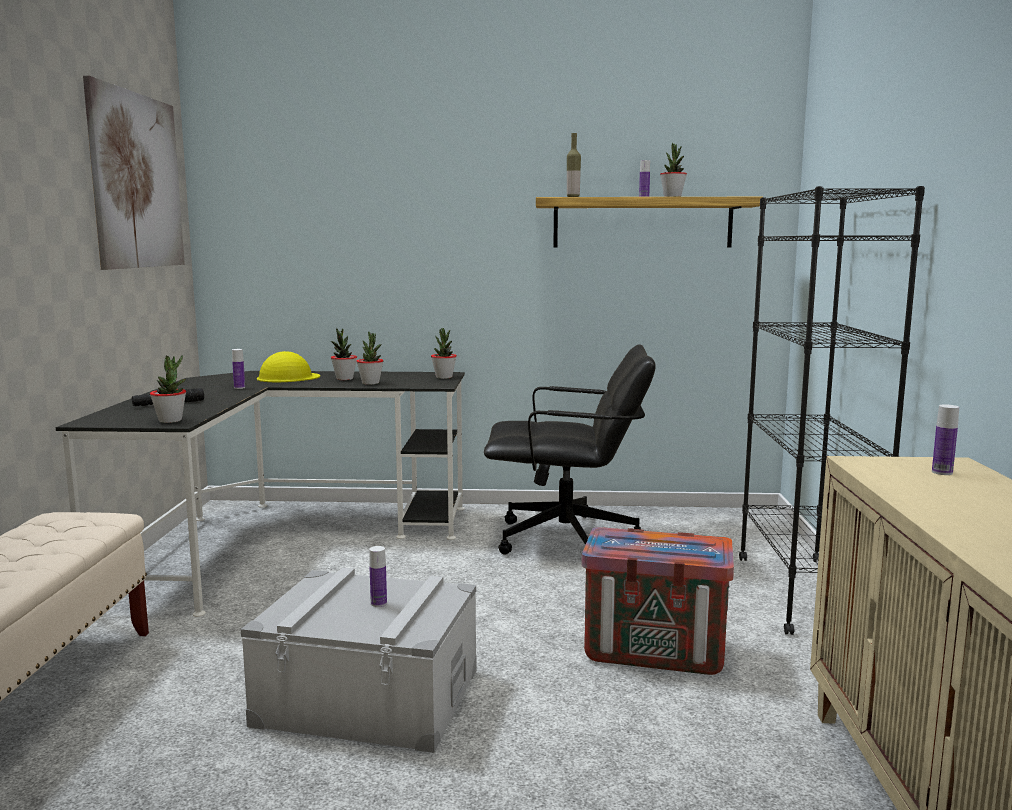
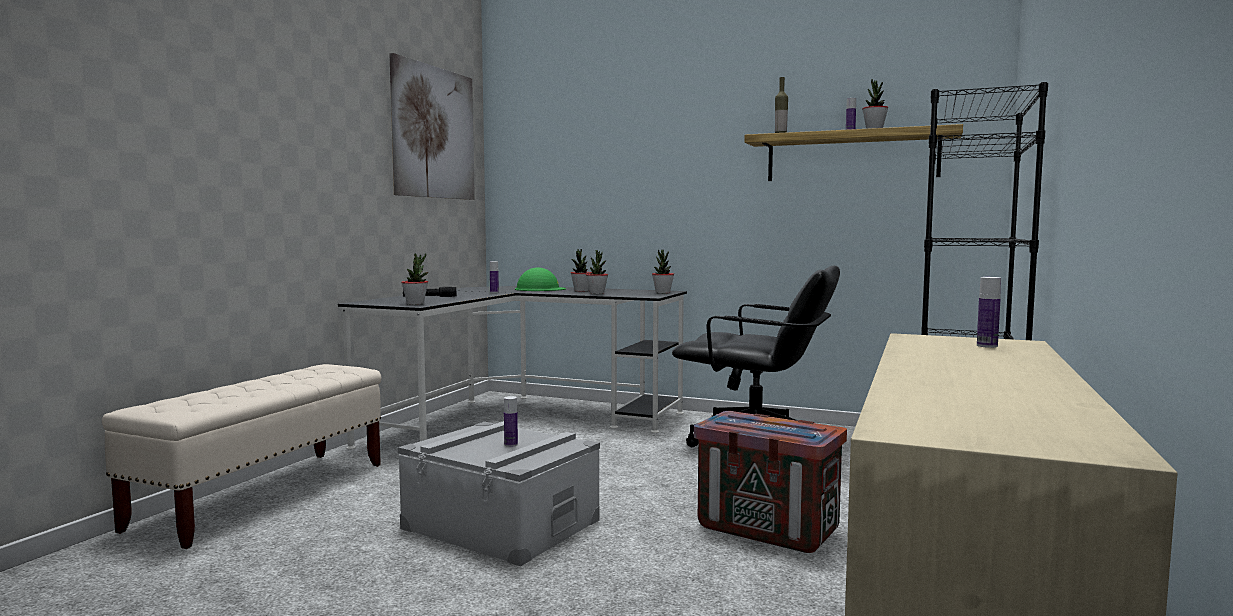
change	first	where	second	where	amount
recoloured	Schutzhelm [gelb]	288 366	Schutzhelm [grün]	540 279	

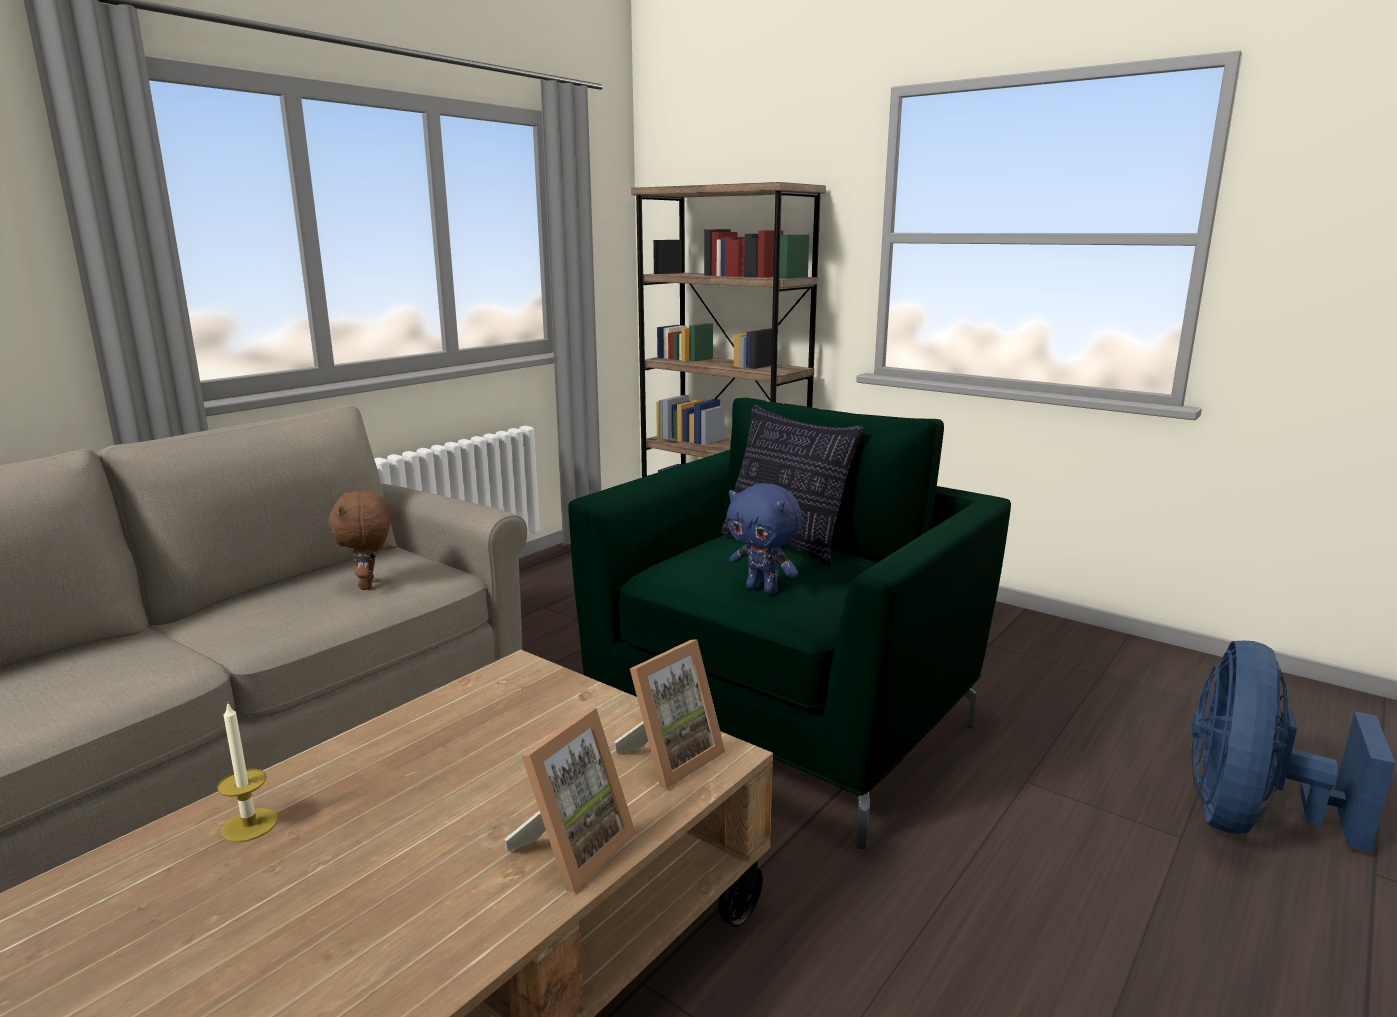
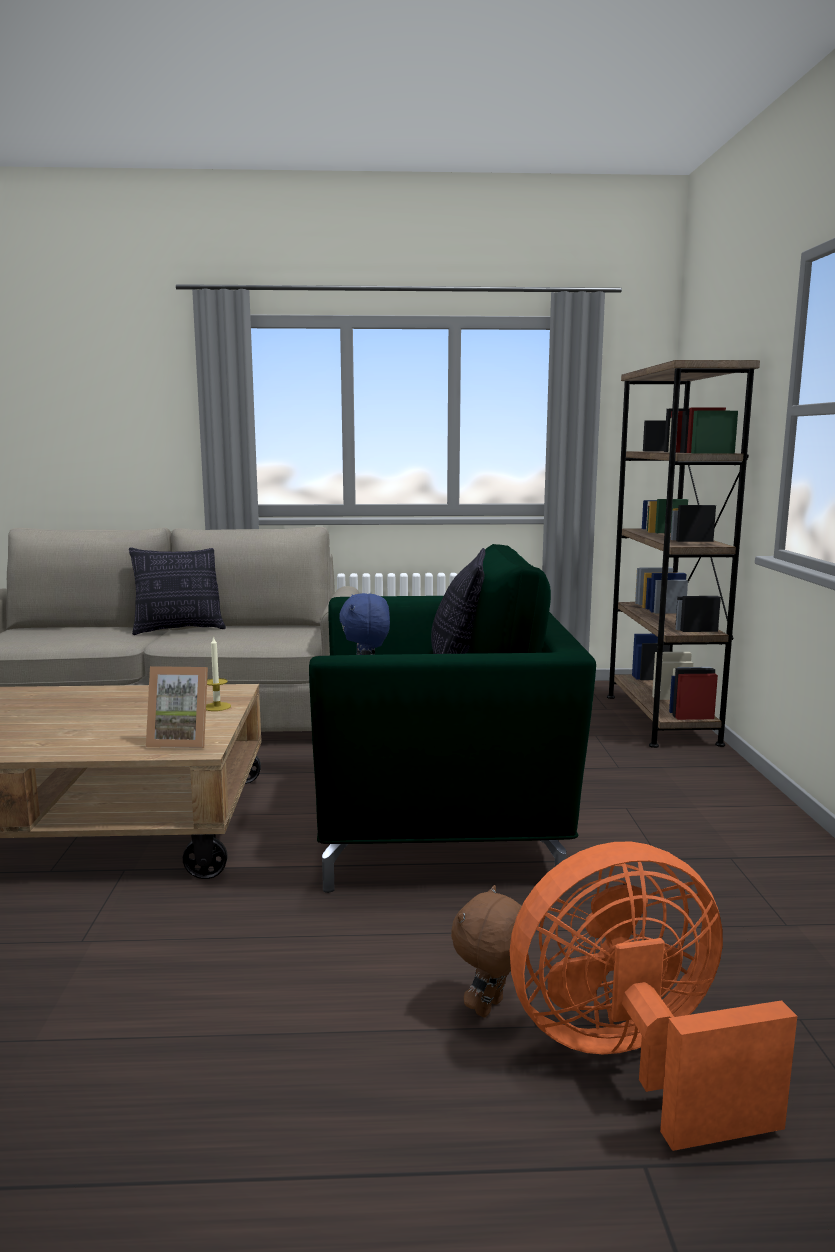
change	first	where	second	where	amount
moved	Plüschtier [braun]	359 540		491 951	
recoloured	Ventilator [blau]	1293 747	Ventilator [orange]	653 996	
moved	Kerze	247 772		218 673	
removed	Bilderrahmen	570 800			
added			Kissen	177 591	

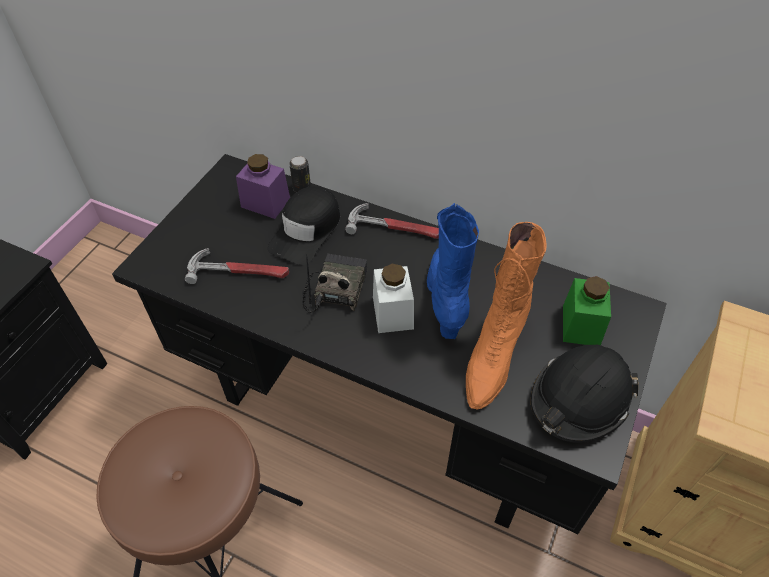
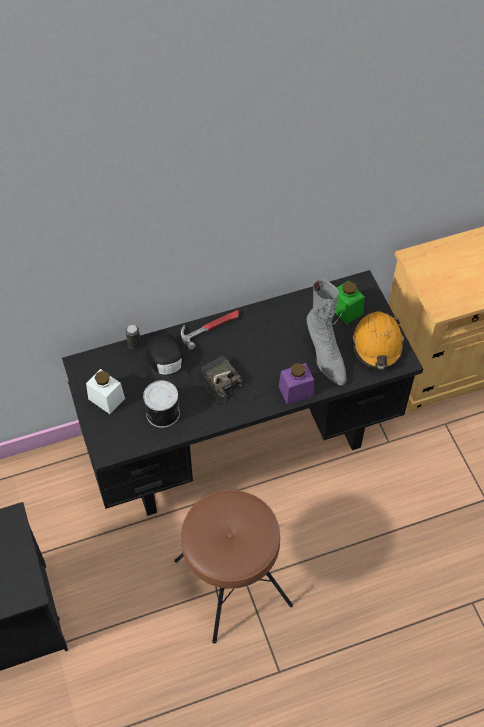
change	first	where	second	where	amount
moved	Vorratsglas [lila]	263 186		296 384	
removed	Stiefel [blau]	453 271			
recoloured	Stiefel [orange]	506 316	Stiefel [grau]	326 332	
replaced	Hammer	237 266	Dose	161 404	
moved	Vorratsglas [weiß]	393 298		105 391	
recoloured	Schutzhelm [schwarz]	584 393	Schutzhelm [orange]	378 340	

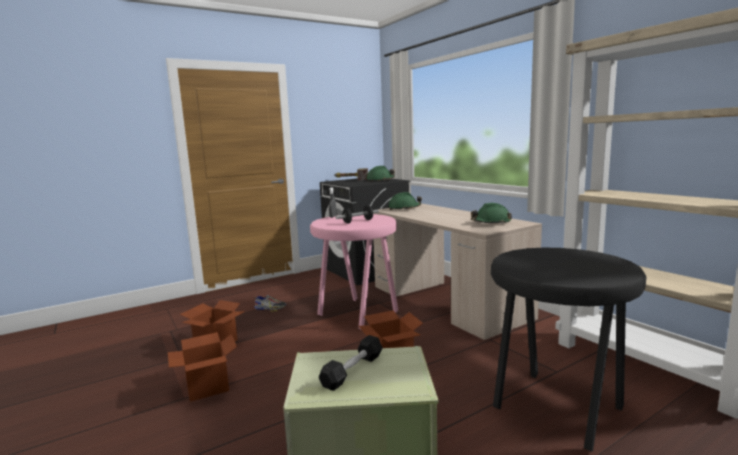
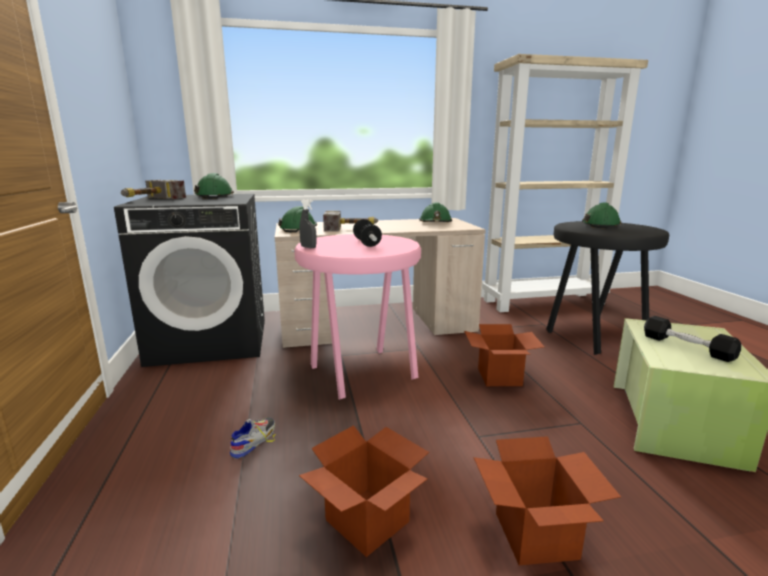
change	first	where	second	where	amount
added			Schutzhelm [grün]	602 215	
added			Hammer	350 221	

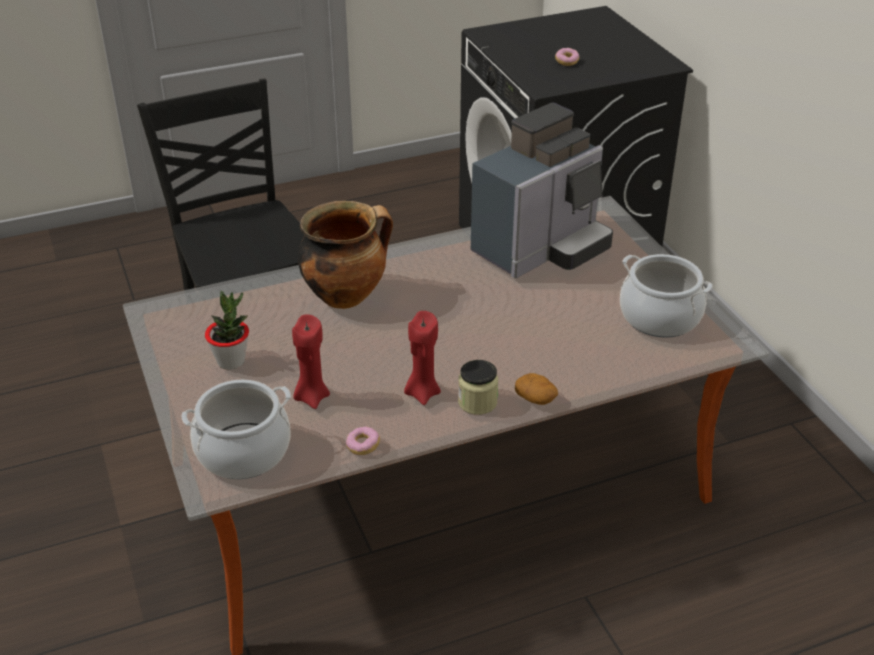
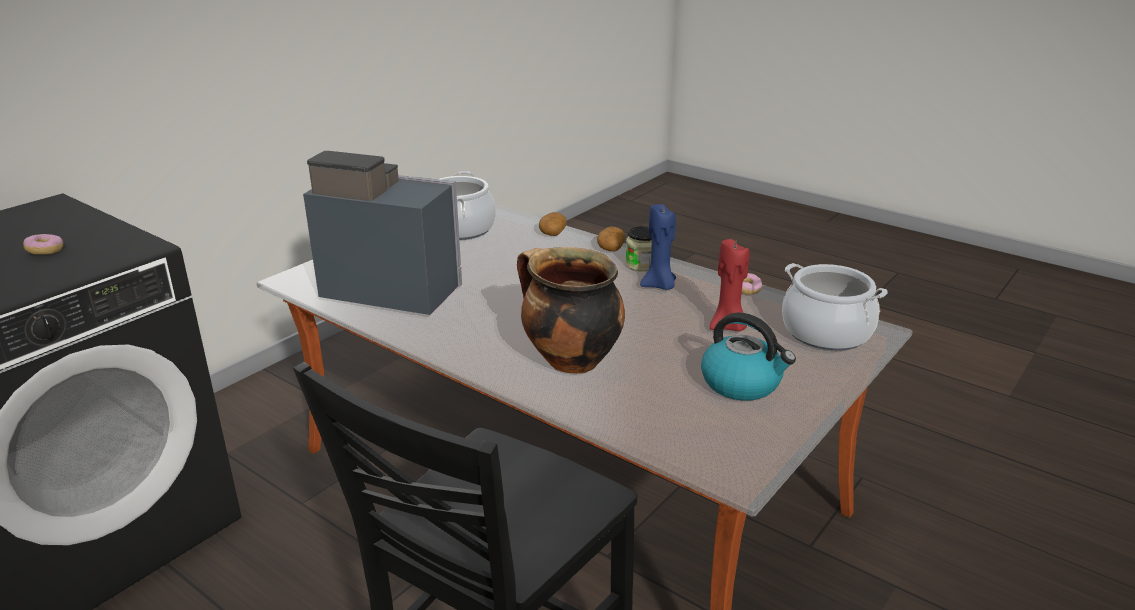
change	first	where	second	where	amount
replaced	Topfpflanze	227 330	Wasserkessel	748 356	
recoloured	Kerze [rot]	422 358	Kerze [blau]	658 247	
added			Kartoffel	552 224	

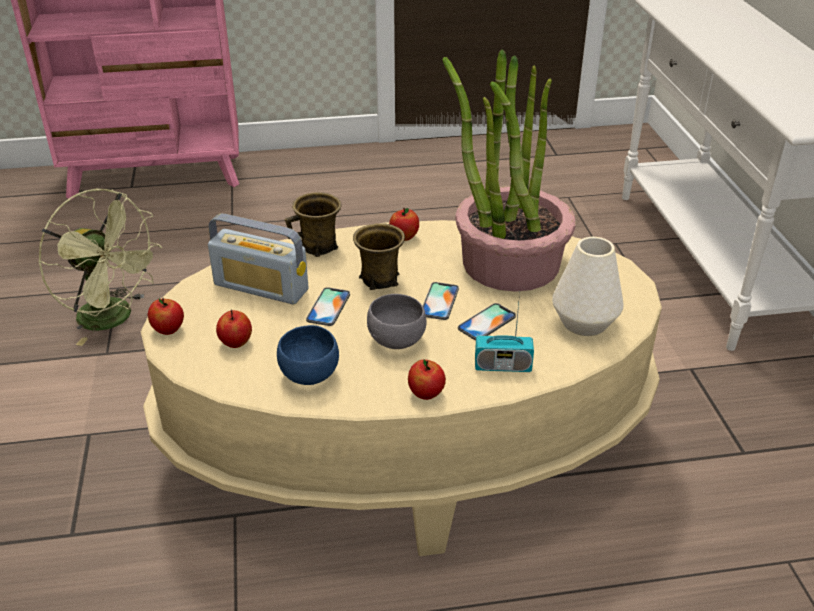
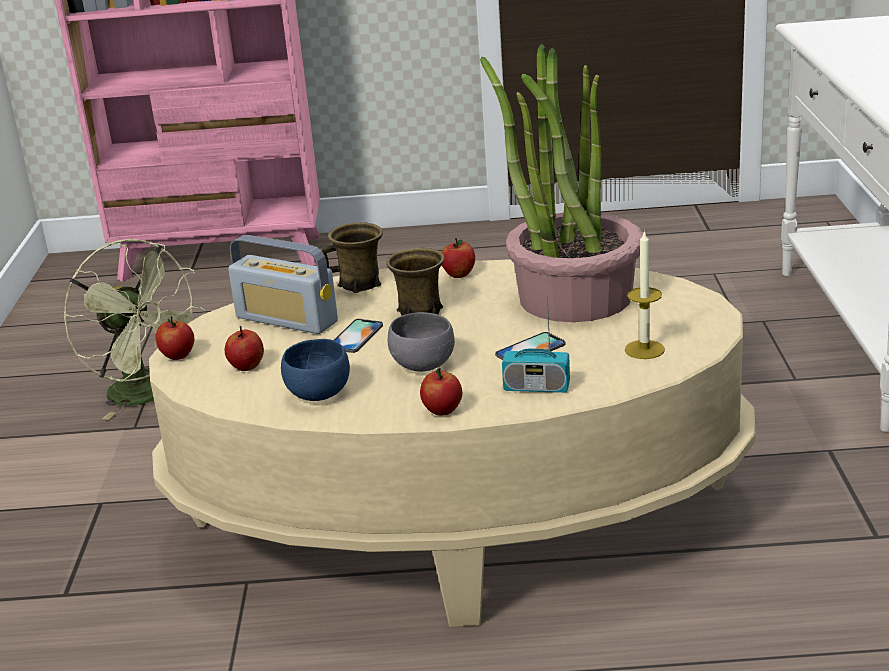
change	first	where	second	where	amount
replaced	Vase [weiß]	588 286	Kerze	645 294	
removed	Handy	441 301			

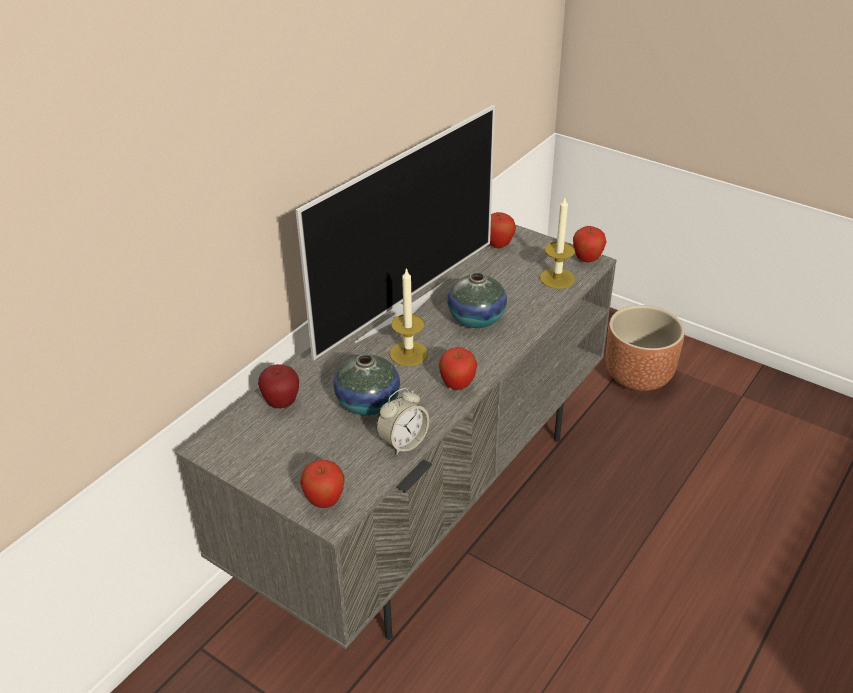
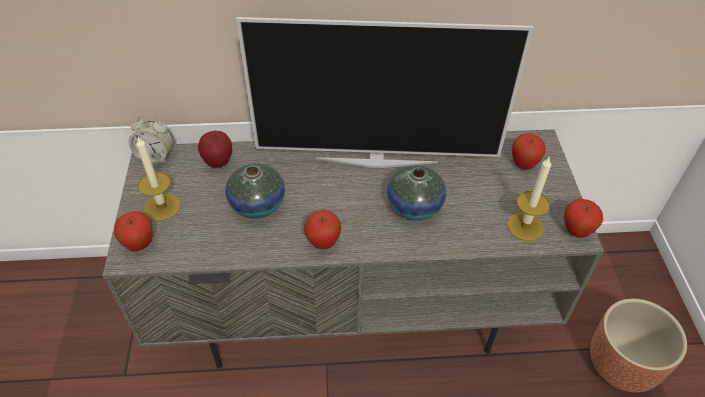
change	first	where	second	where	amount
moved	Kerze	409 317		158 179	
moved	Wecker	402 422		151 139	

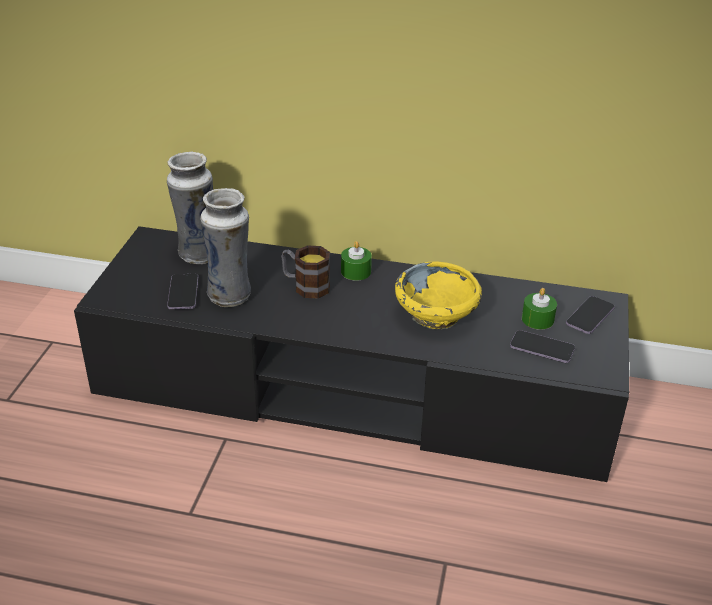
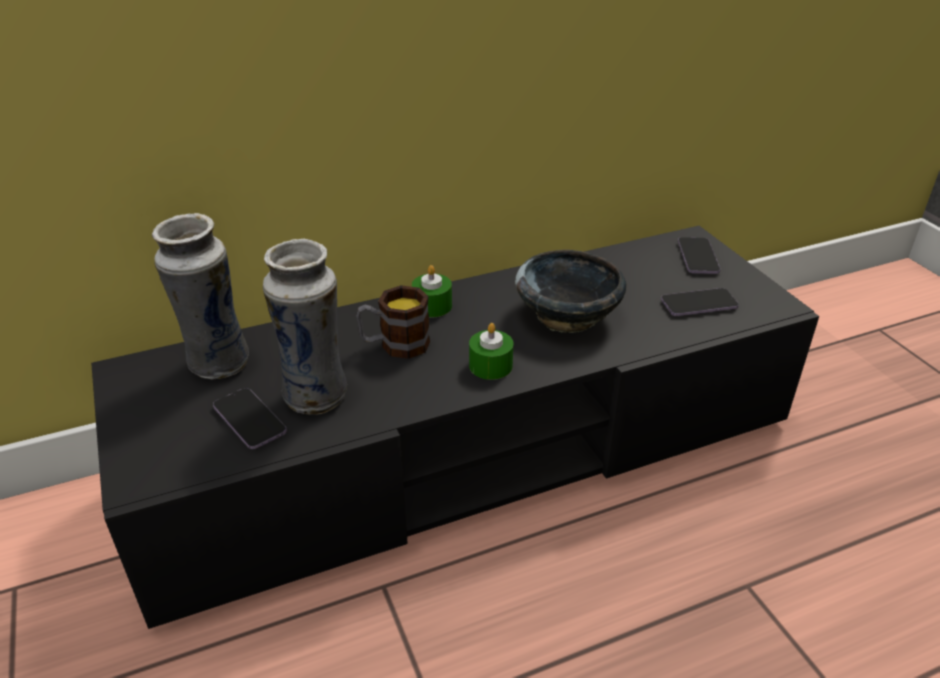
change	first	where	second	where	amount
recoloured	Schüssel [gelb]	438 295	Schüssel [schwarz]	570 291	
moved	Kerze [grün]	539 309		491 351	

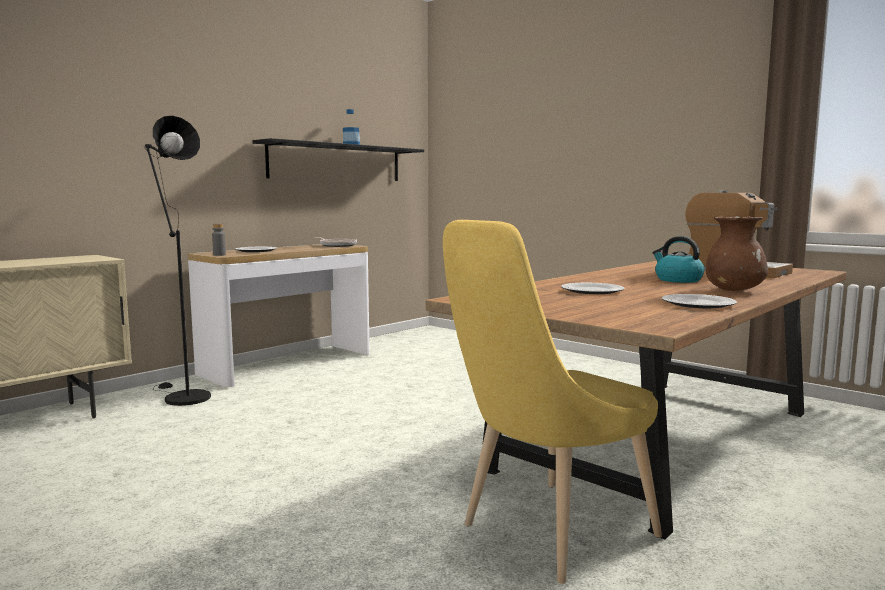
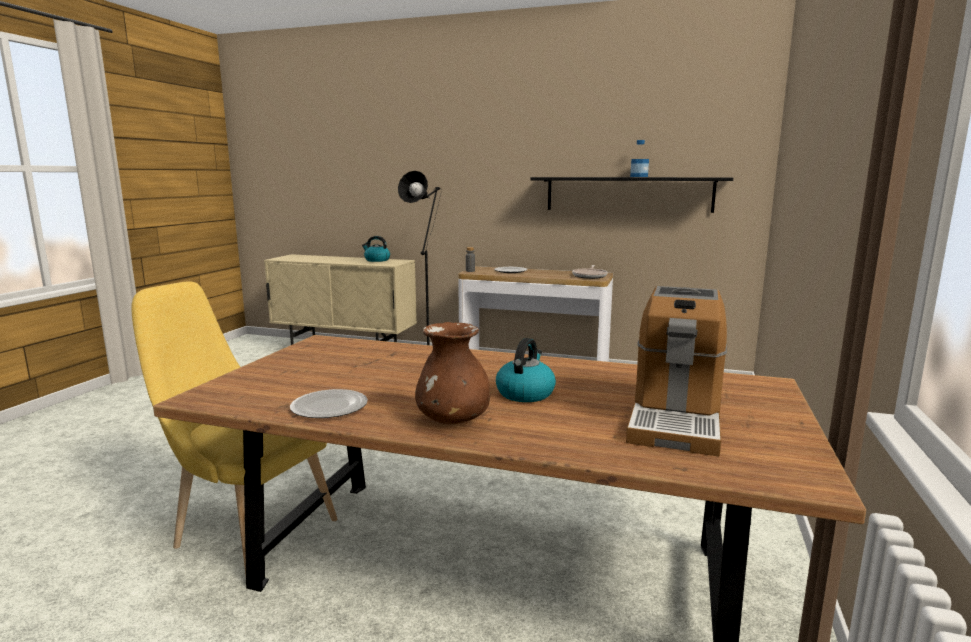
change	first	where	second	where	amount
removed	Teller	592 288			
added			Wasserkessel	376 249	

